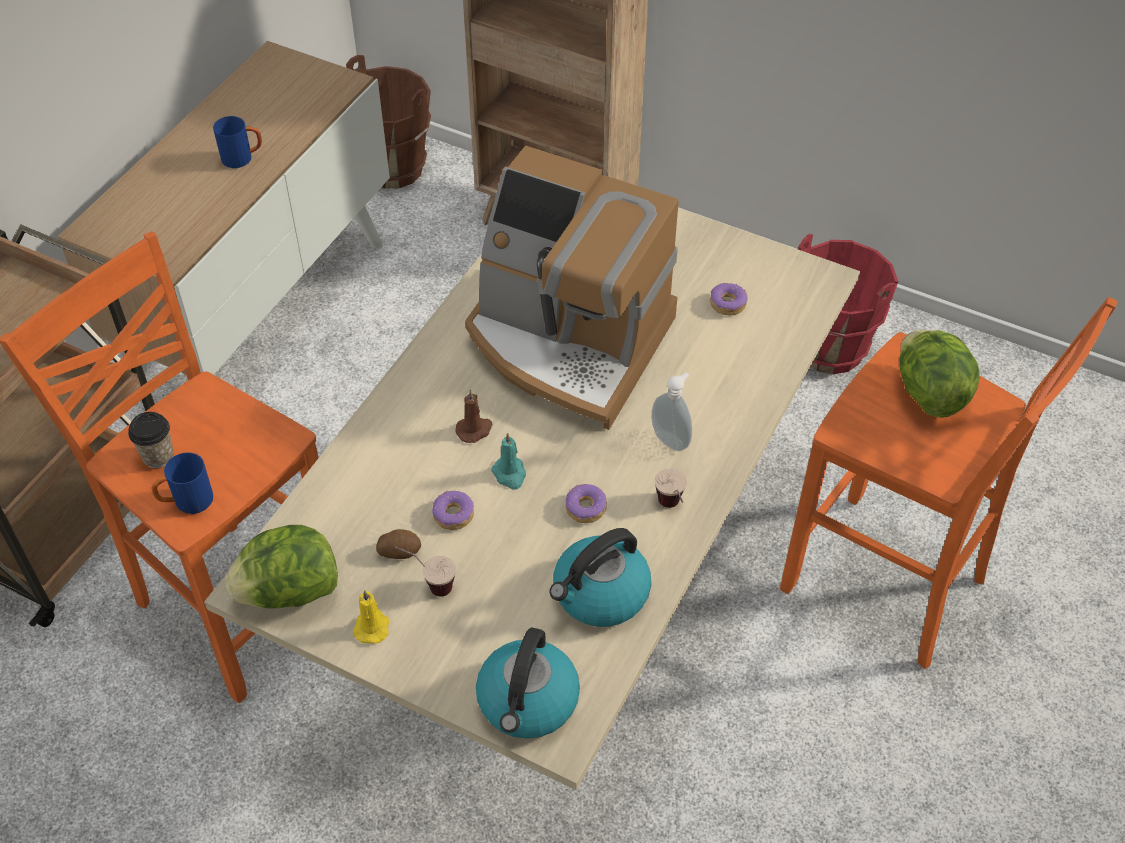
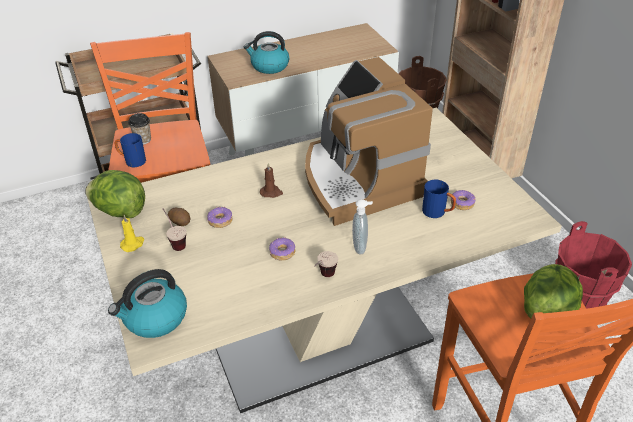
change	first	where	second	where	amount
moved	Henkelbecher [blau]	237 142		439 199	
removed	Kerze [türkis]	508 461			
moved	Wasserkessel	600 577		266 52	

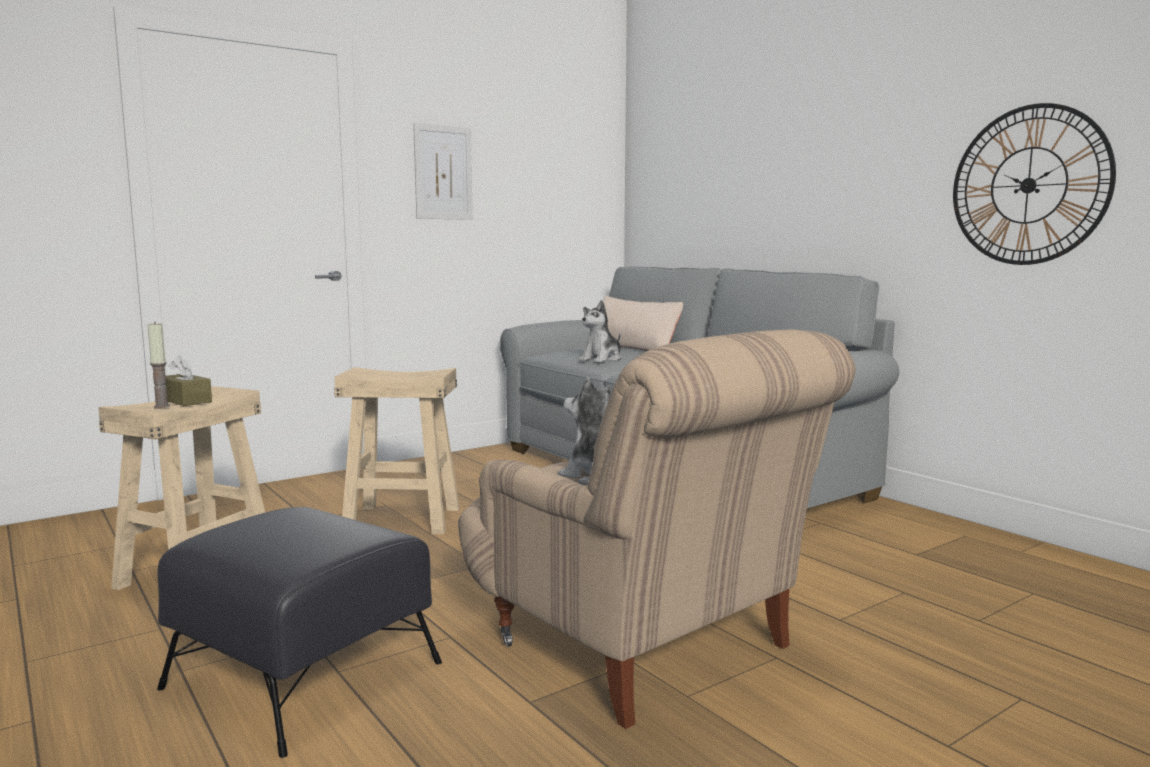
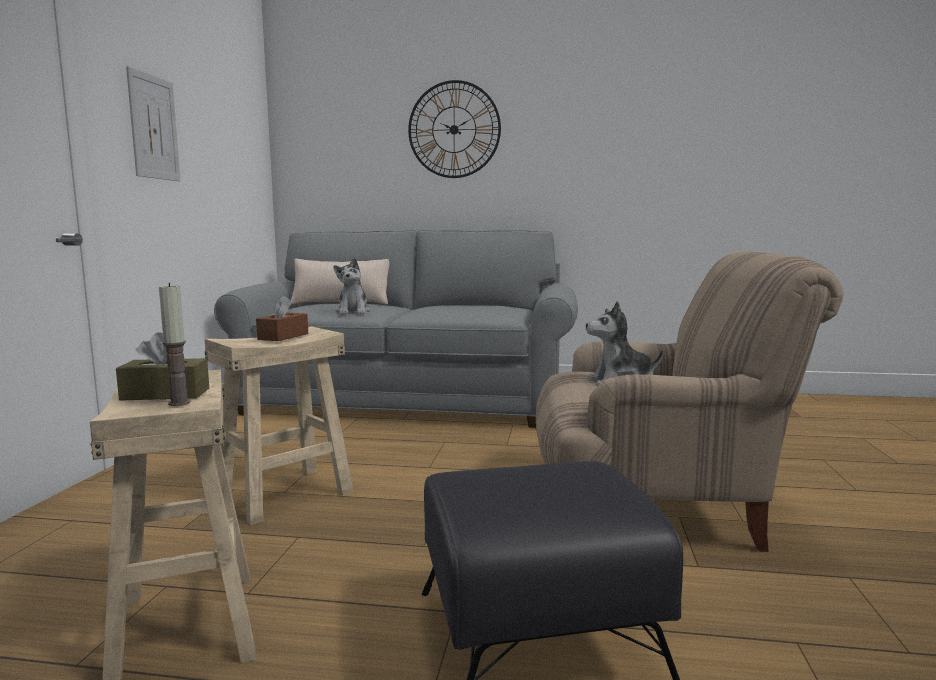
change	first	where	second	where	amount
moved	Wanduhr	1034 184		454 129	
added			Taschentuchbox [braun]	282 318	

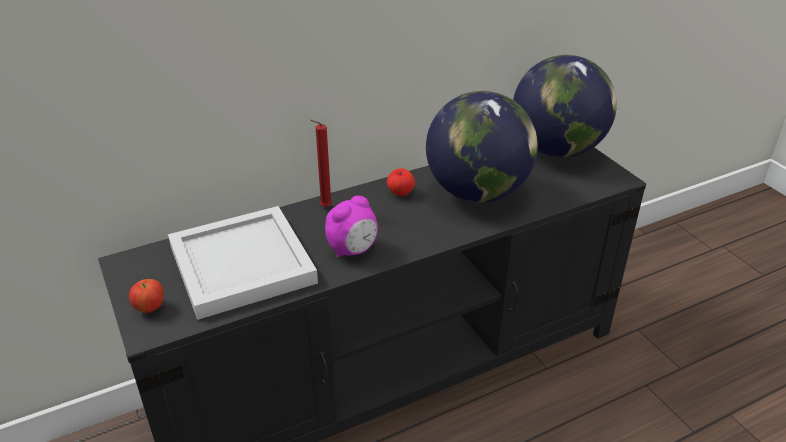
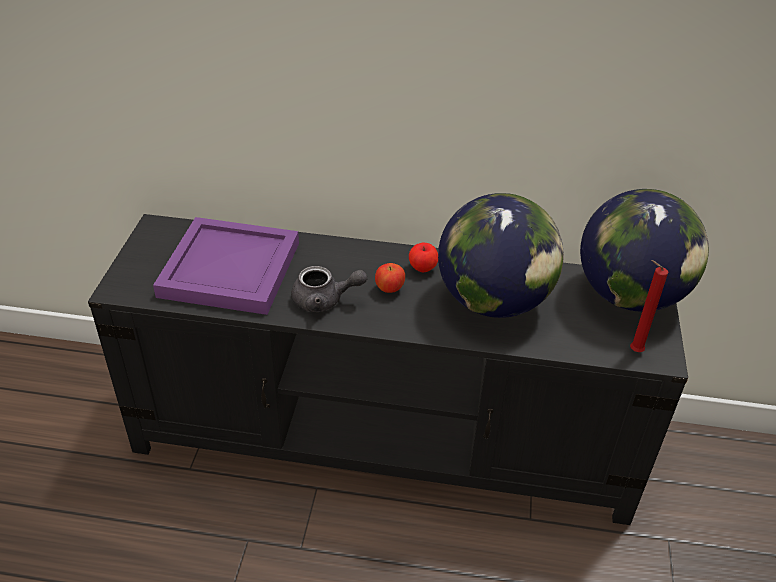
change	first	where	second	where	amount
moved	Kerze [rot]	321 164		649 306	
replaced	Wecker	351 226	Teekanne [grau]	329 289	
recoloured	Tablett [weiß]	243 263	Tablett [lila]	226 266	
moved	Apfel	146 296		390 278	

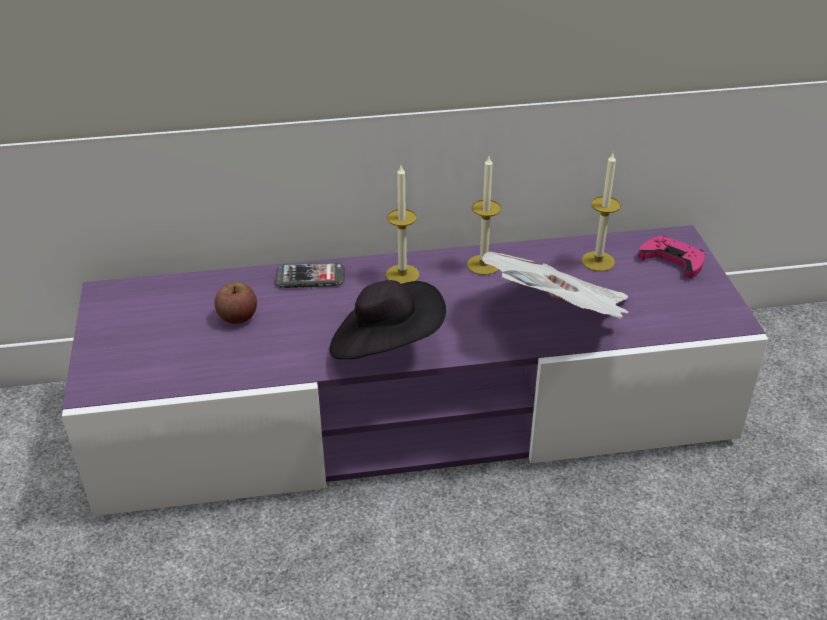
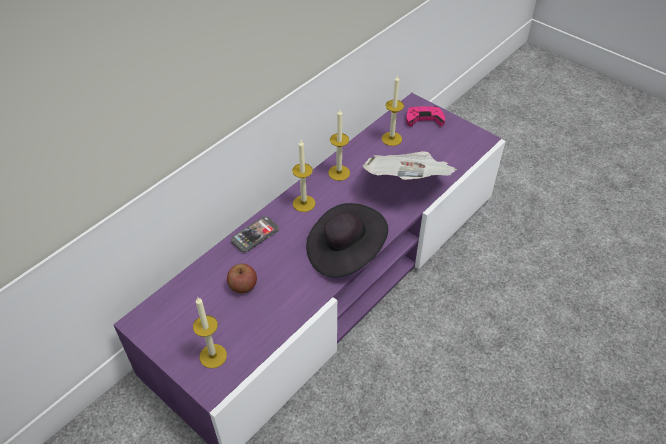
change	first	where	second	where	amount
added			Kerze	210 333	

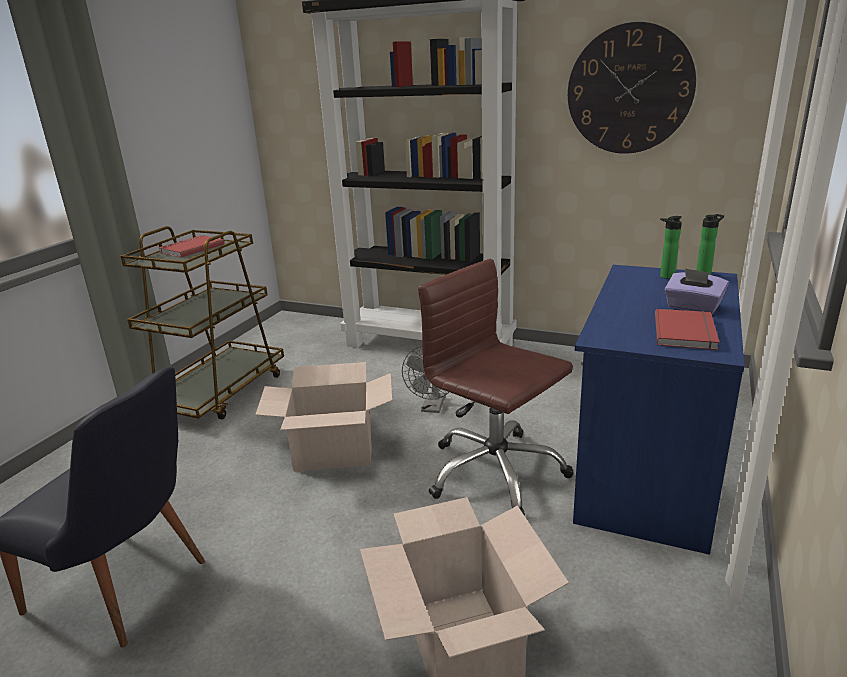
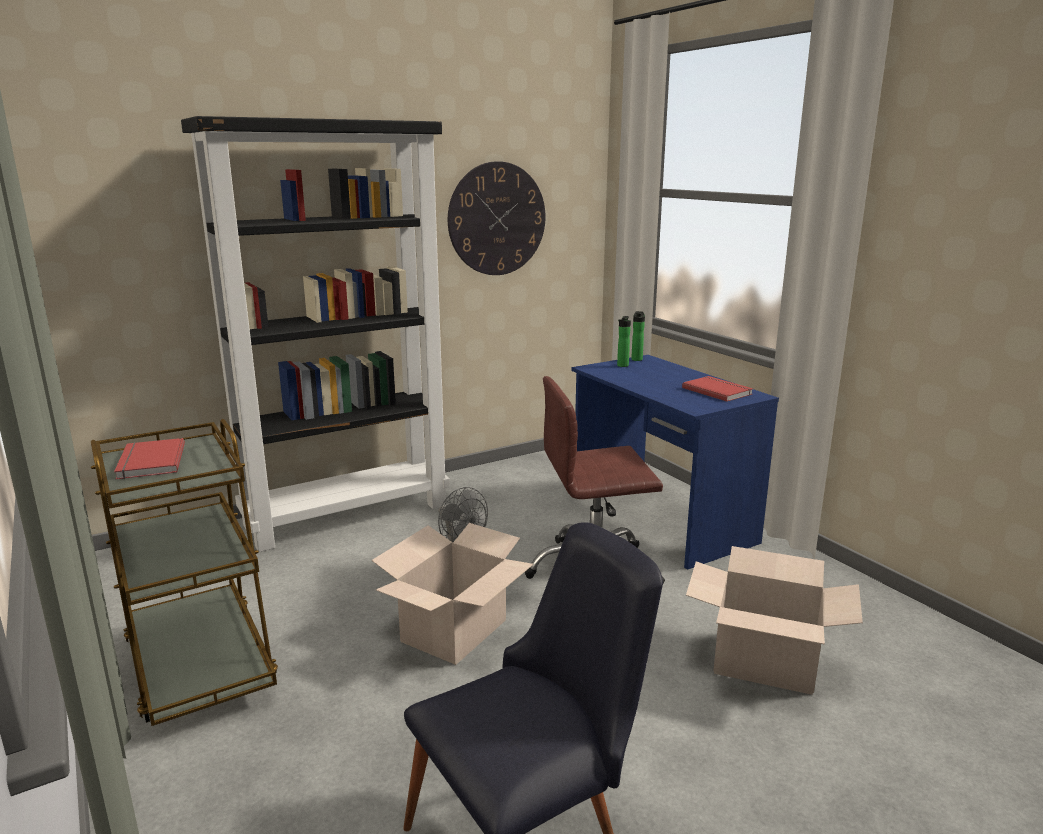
change	first	where	second	where	amount
removed	Taschentuchbox [lila]	697 291			

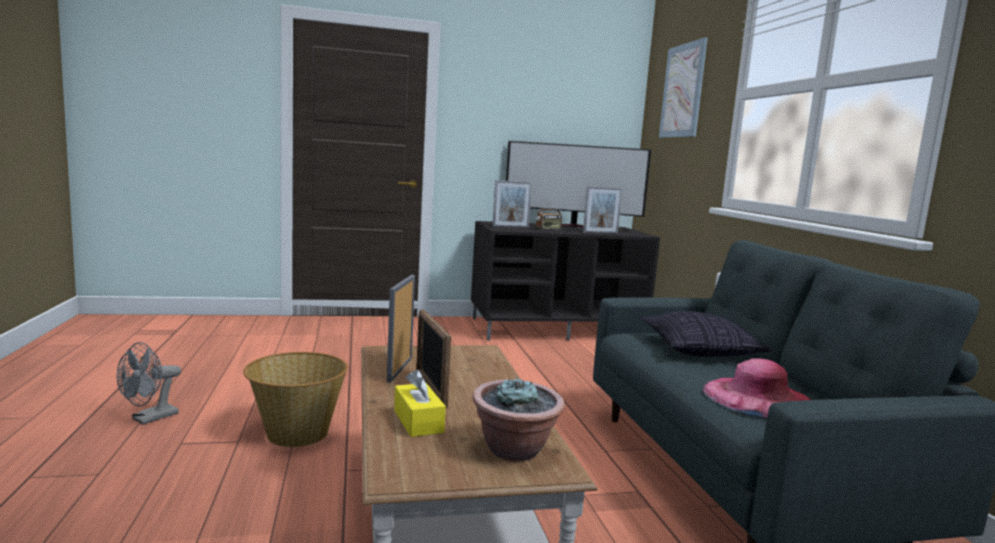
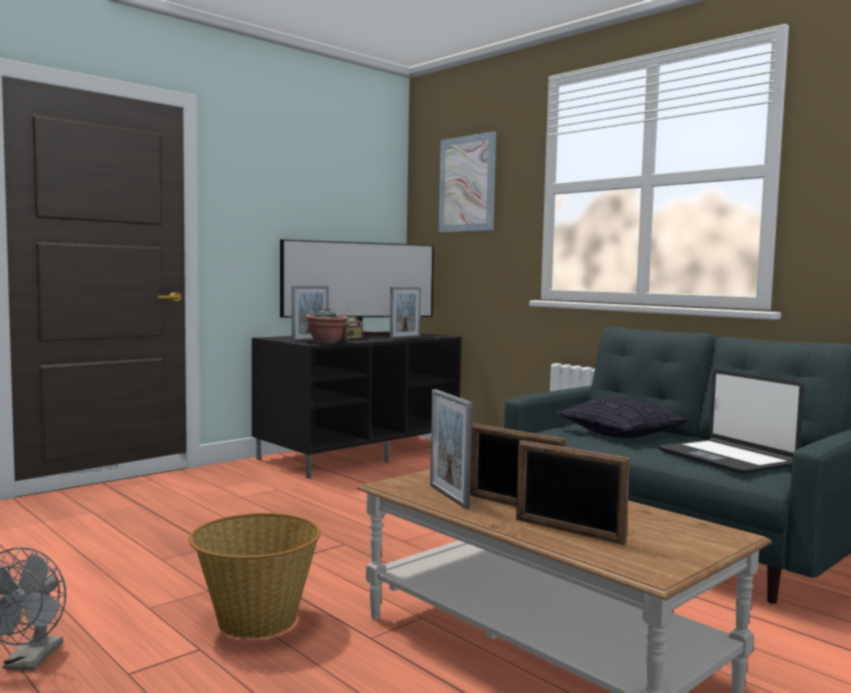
change	first	where	second	where	amount
replaced	Hut [rosa]	757 388	Laptop	731 421	
replaced	Taschentuchbox [gelb]	420 403	Bilderrahmen	573 492	
moved	Topfpflanze	518 419		327 326	

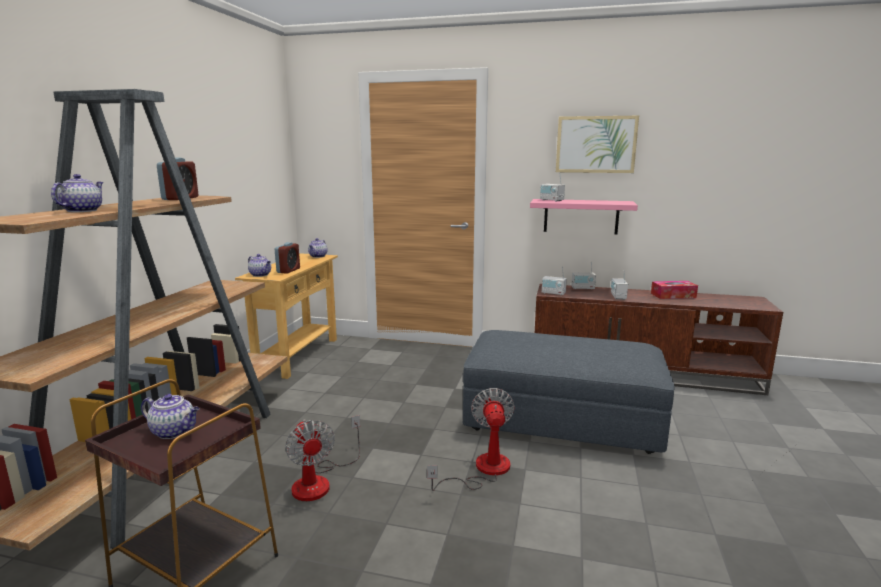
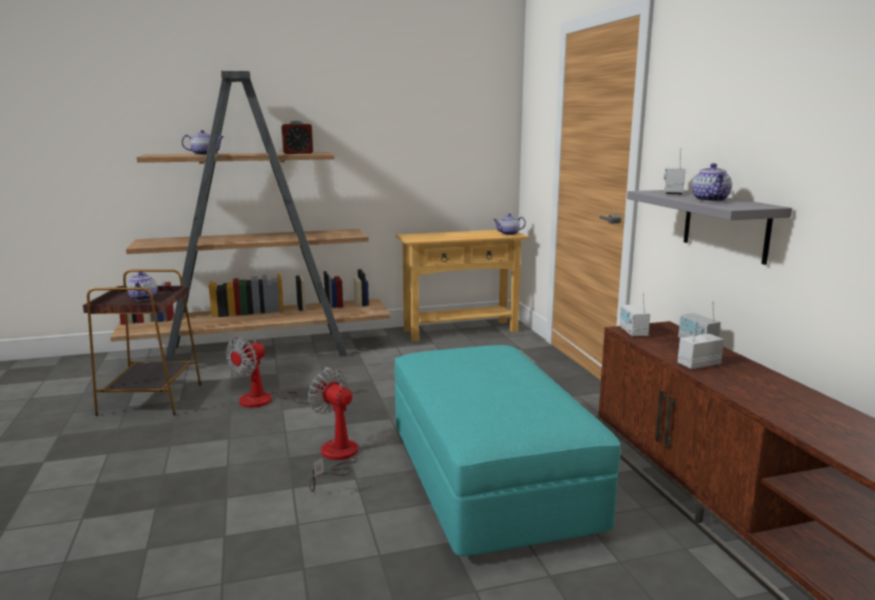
change	first	where	second	where	amount
removed	Bild	597 144			
recoloured	Wandregal [rosa]	584 216	Wandregal [grau]	709 227	
removed	Wecker	287 258			
moved	Teekanne	259 265		712 182	
removed	Taschentuchbox	674 290			
recoloured	Polsterhocker [grau]	569 392	Polsterhocker [türkis]	507 451	
turned	Ventilator	470 439		333 430	105 degrees counterclockwise

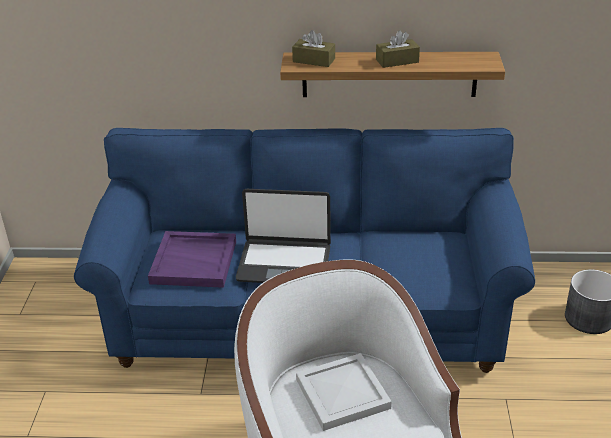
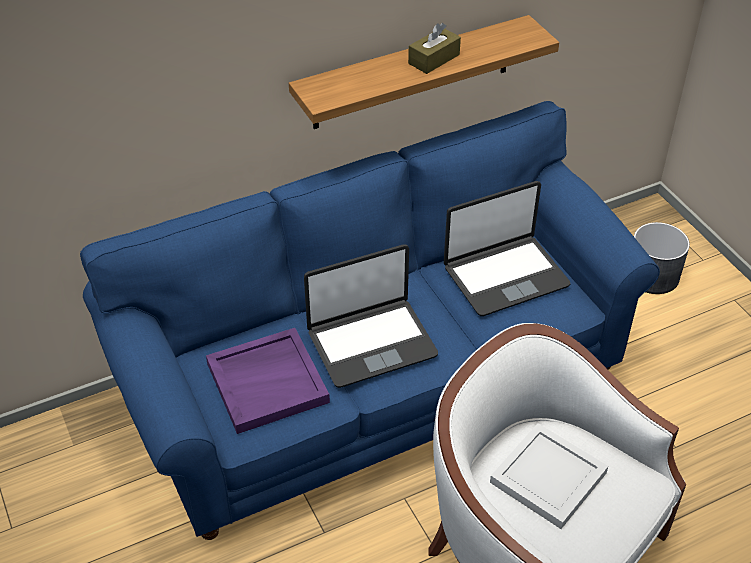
change	first	where	second	where	amount
removed	Taschentuchbox [braun]	313 48			
added			Laptop	507 248	

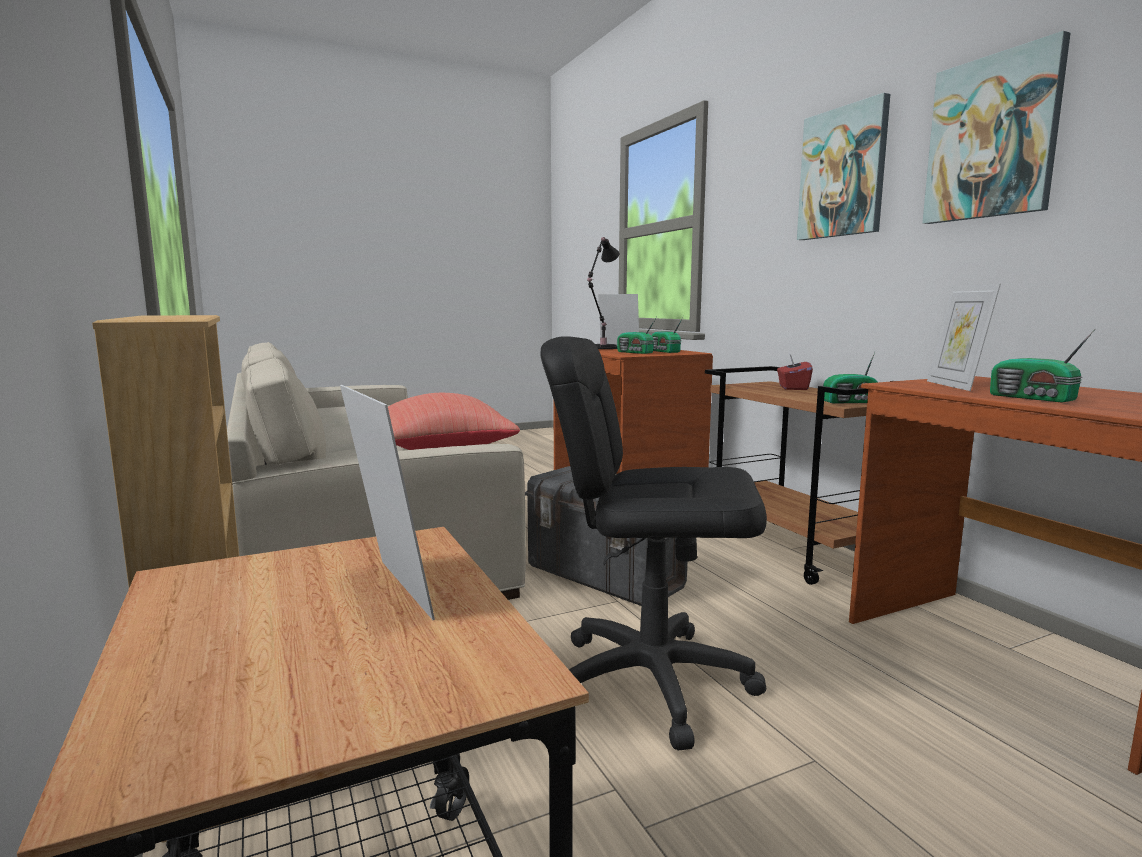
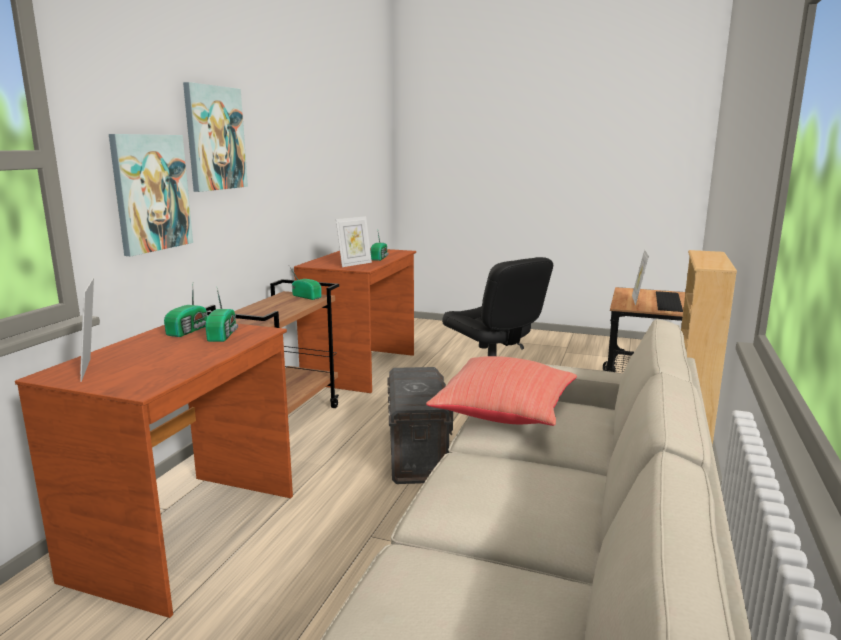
change	first	where	second	where	amount
moved	Bild	996 127		151 195	
removed	Tischlampe [schwarz]	603 293			
removed	Taschentuchbox [rot]	795 372			
added			Tastatur	669 301	

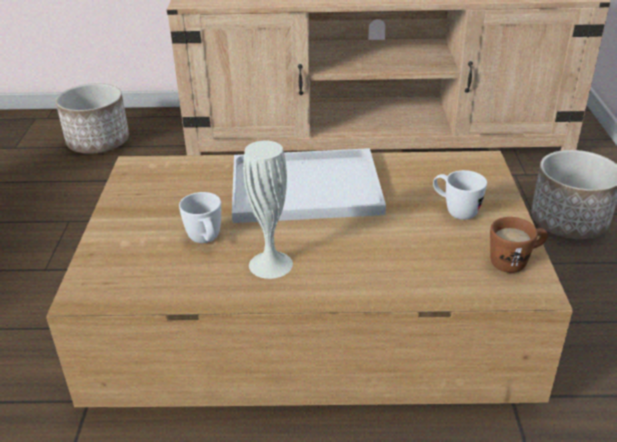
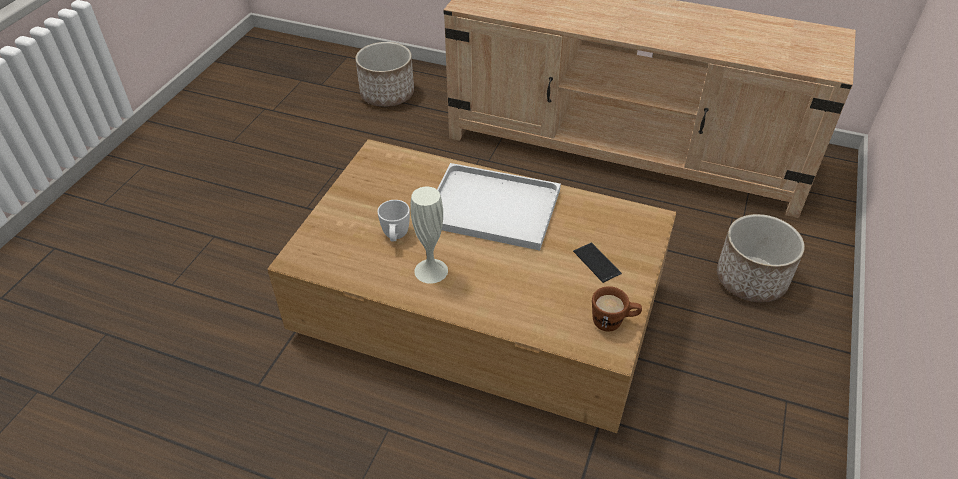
change	first	where	second	where	amount
replaced	Henkelbecher [weiß]	460 195	Handy	597 262	

